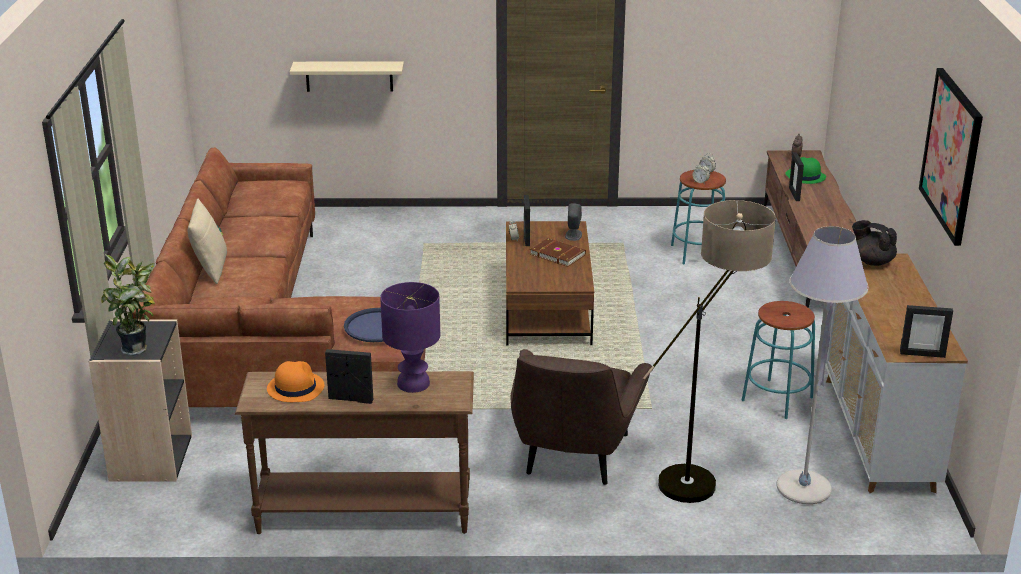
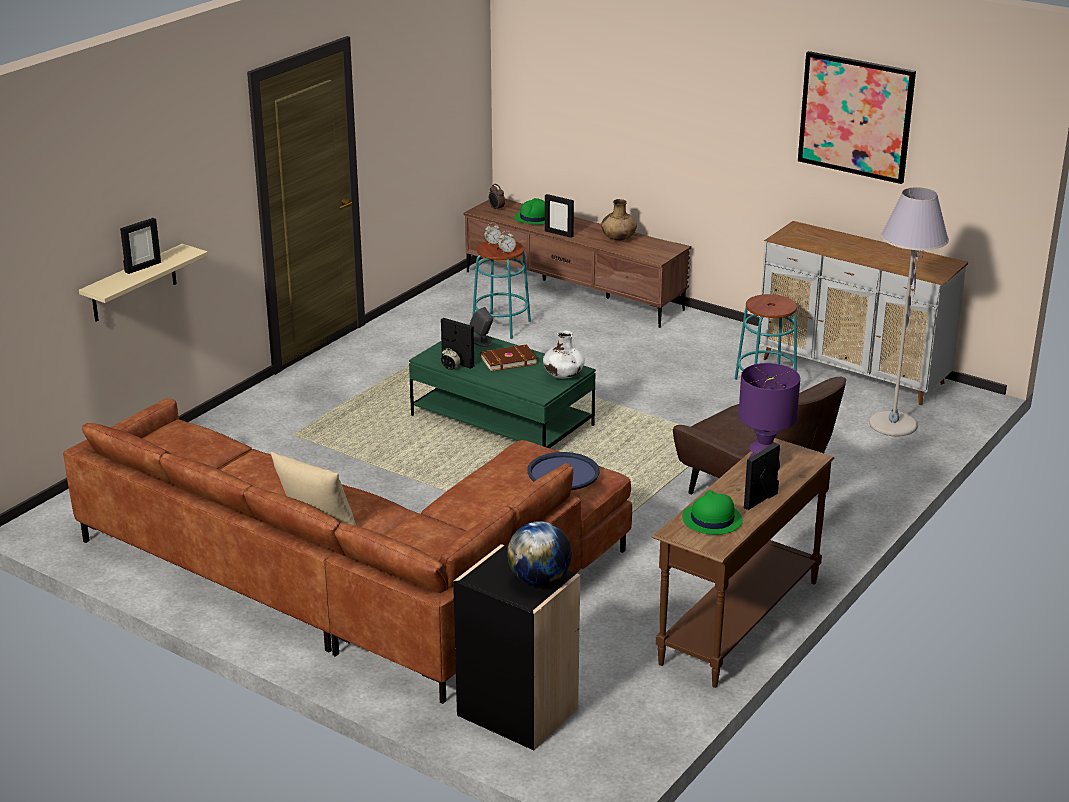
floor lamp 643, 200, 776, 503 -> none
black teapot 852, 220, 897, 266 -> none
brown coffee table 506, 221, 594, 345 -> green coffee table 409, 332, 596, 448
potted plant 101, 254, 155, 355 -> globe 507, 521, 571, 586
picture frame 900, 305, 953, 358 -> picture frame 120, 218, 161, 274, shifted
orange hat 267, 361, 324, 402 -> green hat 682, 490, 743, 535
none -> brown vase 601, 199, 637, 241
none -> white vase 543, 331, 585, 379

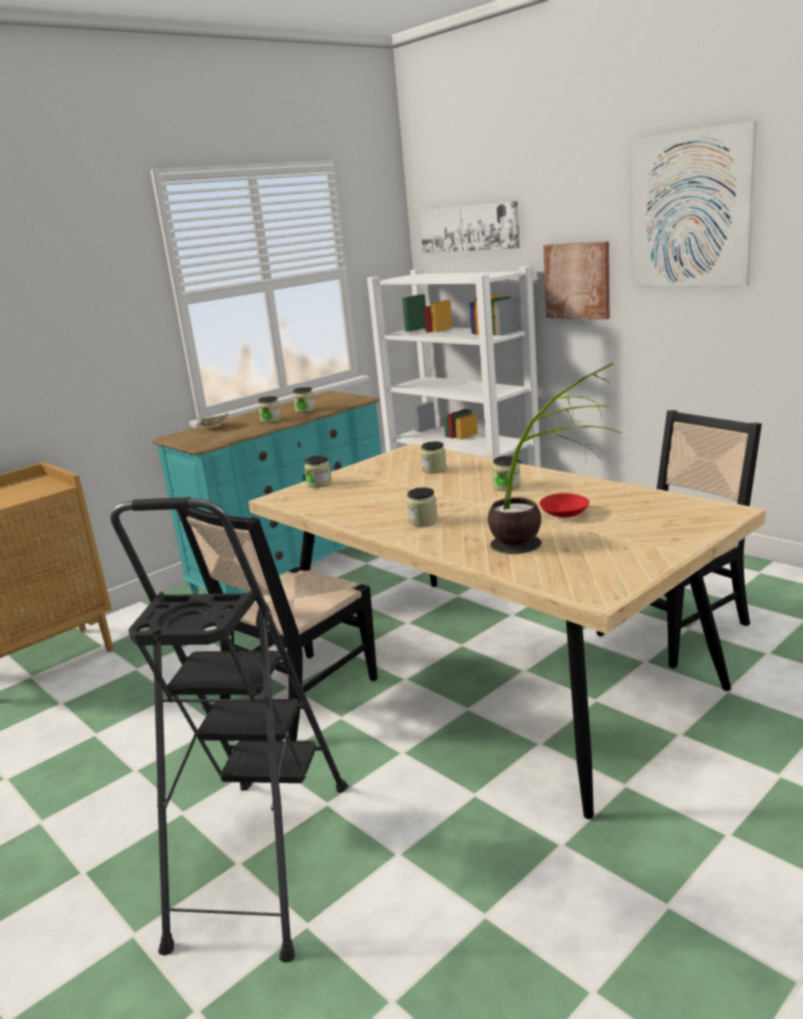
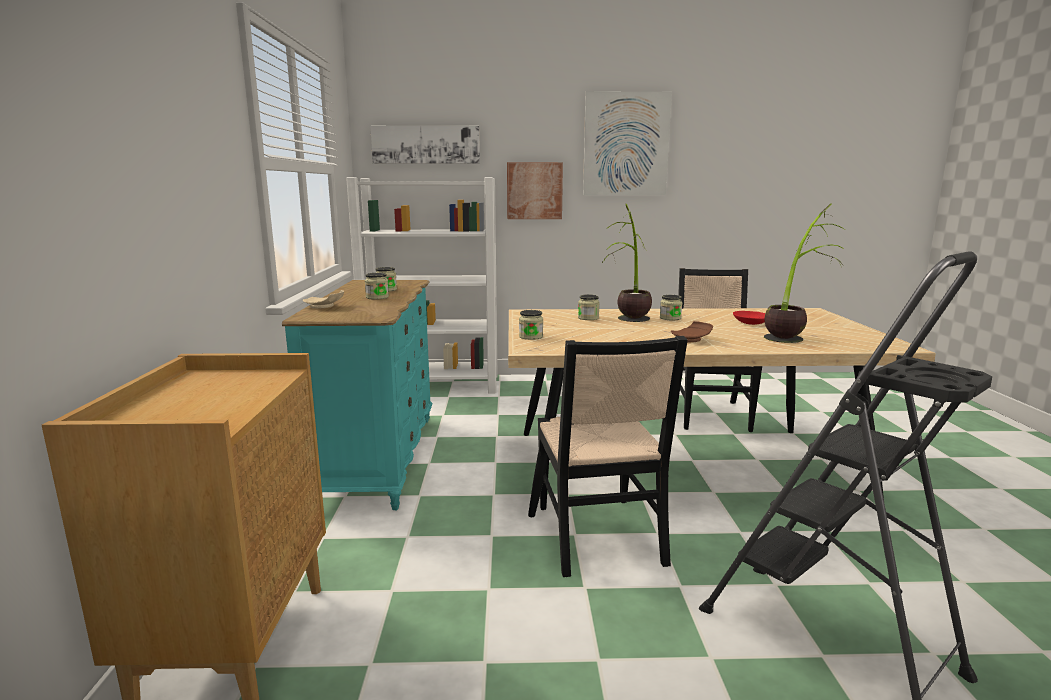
jar 406, 487, 438, 526 -> brown plate 671, 321, 713, 343
none -> potted plant 603, 204, 652, 322

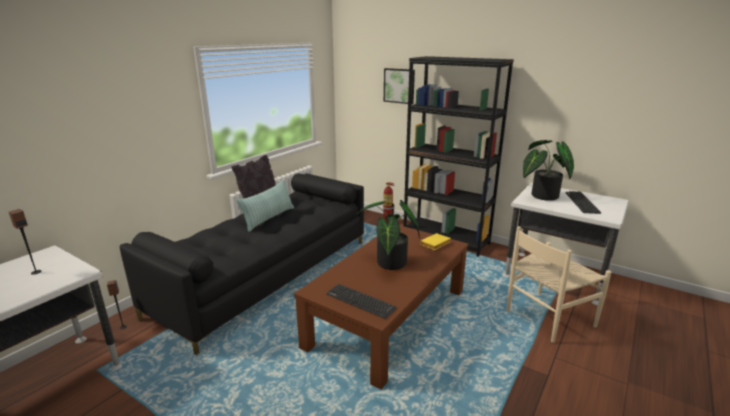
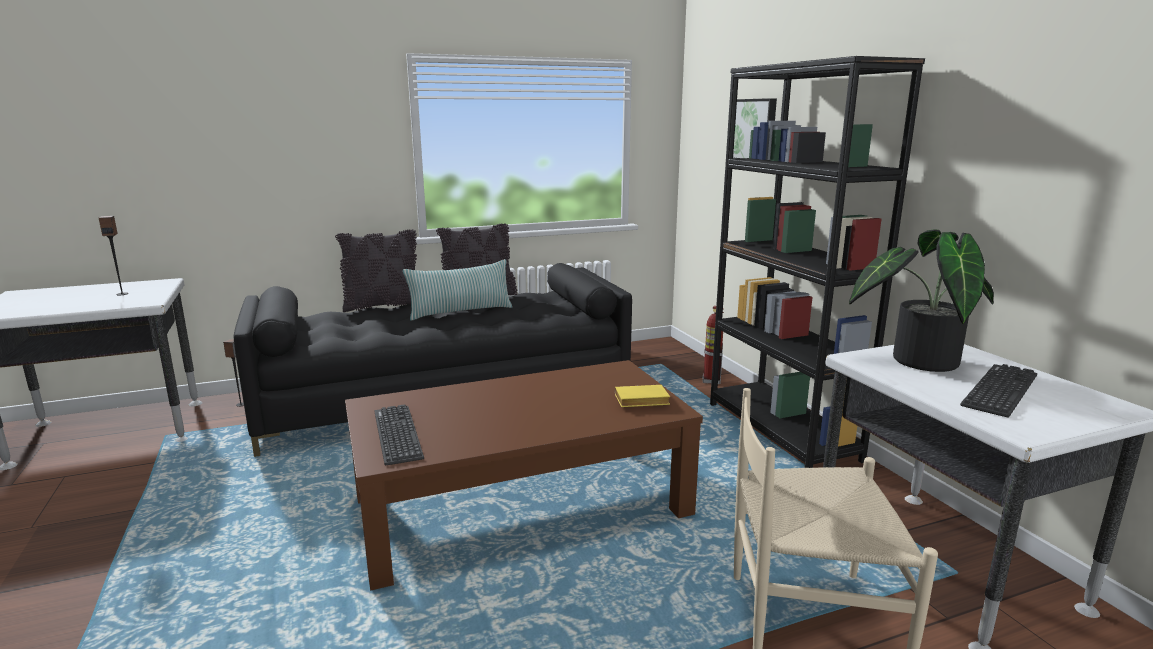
potted plant 355, 200, 420, 270 -> none
none -> black pillow 335, 229, 417, 312

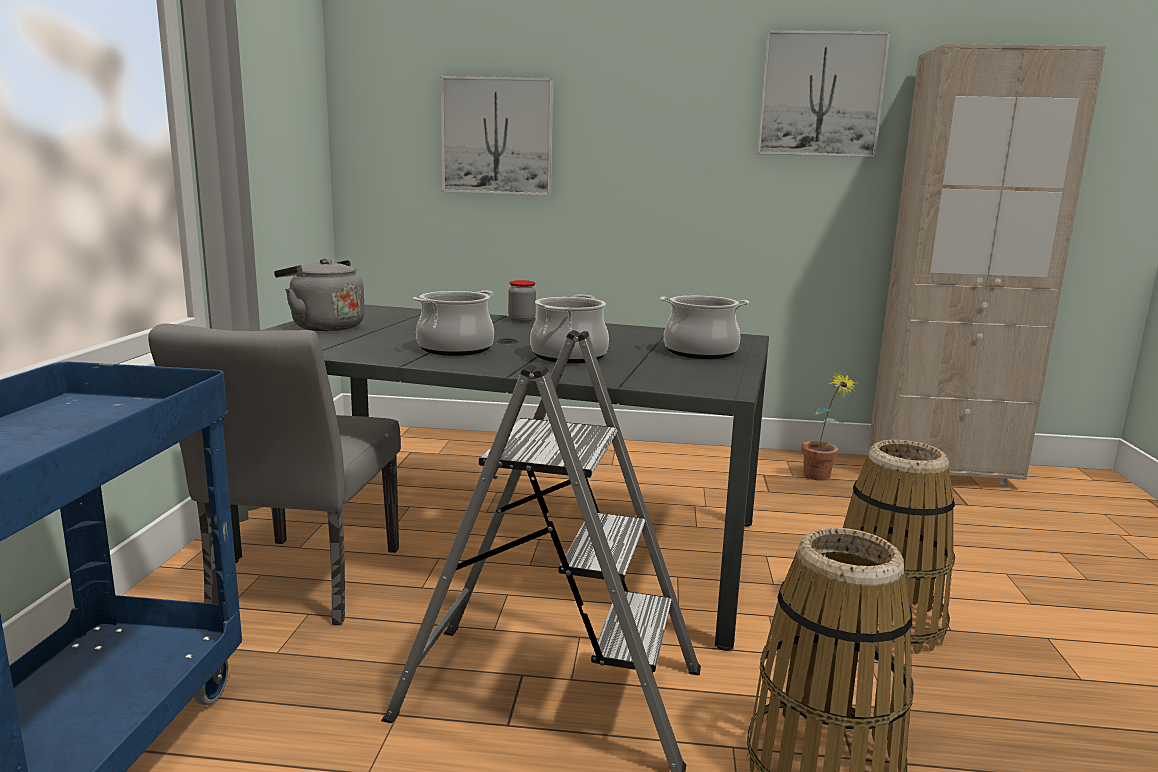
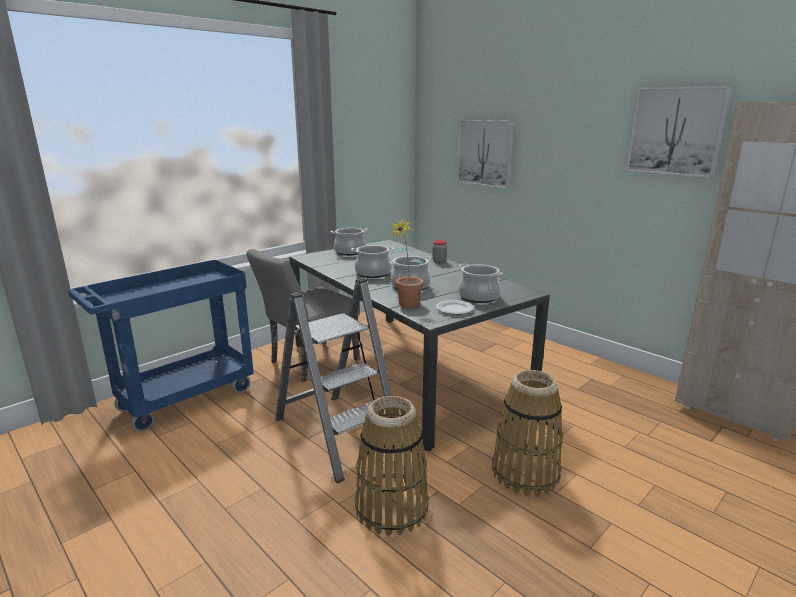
grey kettle 274, 258, 365, 331 -> cooking pot 331, 228, 368, 256
potted plant 801, 372, 859, 481 -> potted plant 389, 218, 426, 308, shifted
none -> plate 436, 300, 474, 315

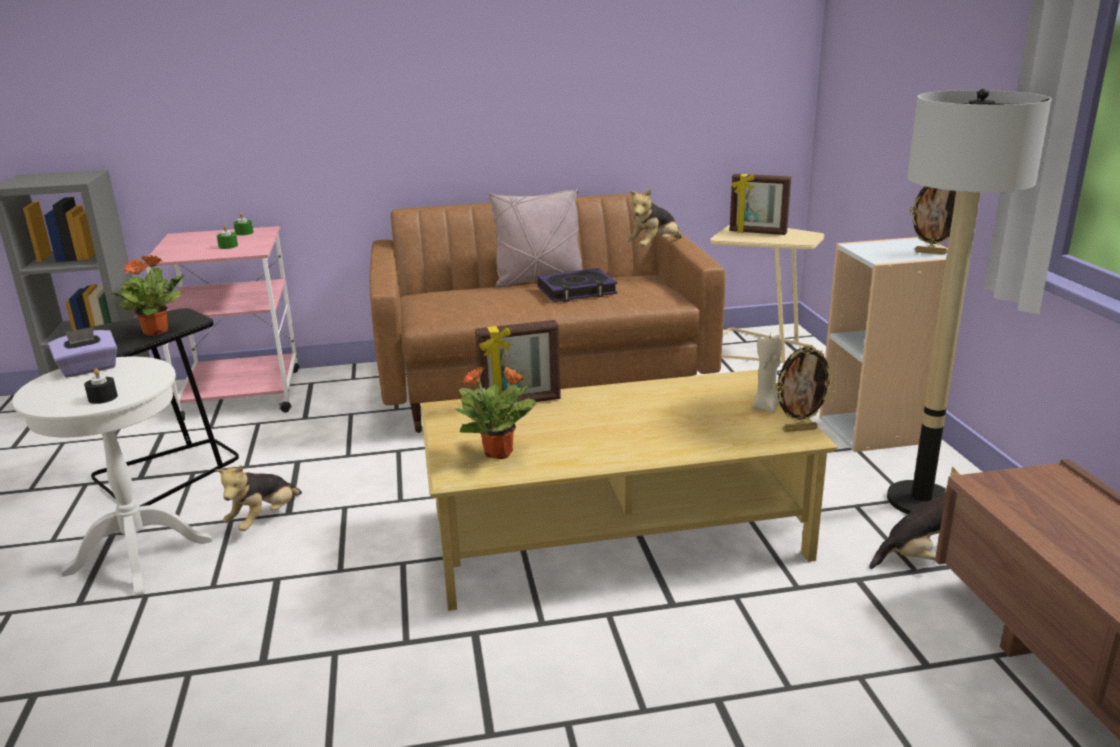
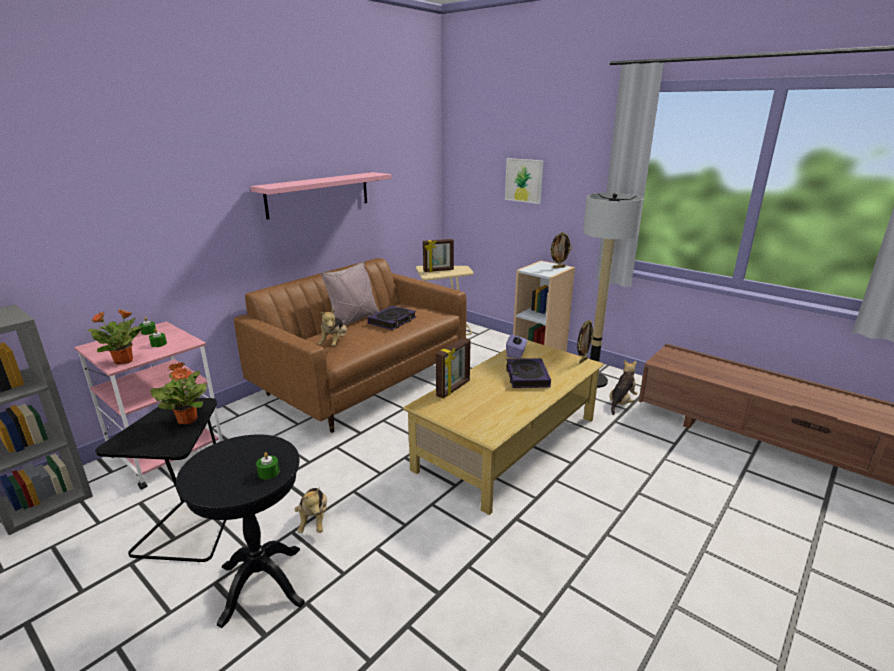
plush toy 626, 189, 682, 247 -> plush toy 318, 309, 347, 347, shifted
purple tissue box 48, 327, 117, 378 -> purple tissue box 506, 334, 527, 359, shifted
beige candle 752, 334, 782, 413 -> none
white side table 12, 357, 212, 596 -> black side table 176, 434, 305, 628
potted plant 455, 366, 536, 459 -> potted plant 87, 309, 142, 365, shifted
black candle 84, 369, 118, 404 -> green candle 256, 452, 279, 479
none -> picture 505, 158, 544, 204
none -> pink shelf 250, 172, 392, 219
none -> book 506, 358, 551, 388

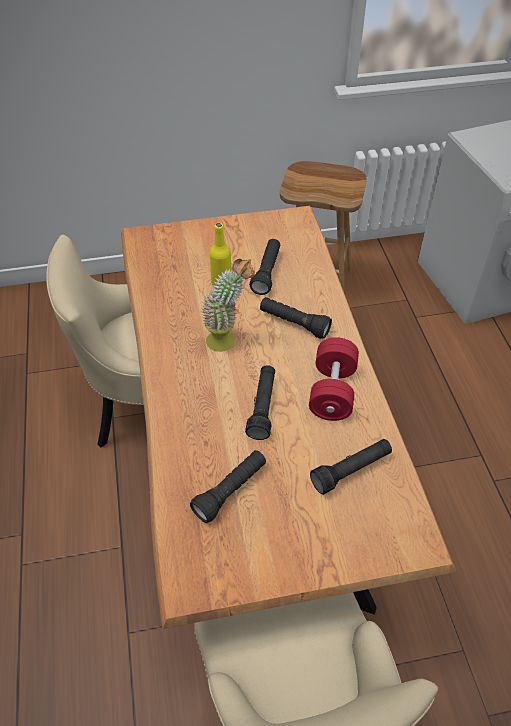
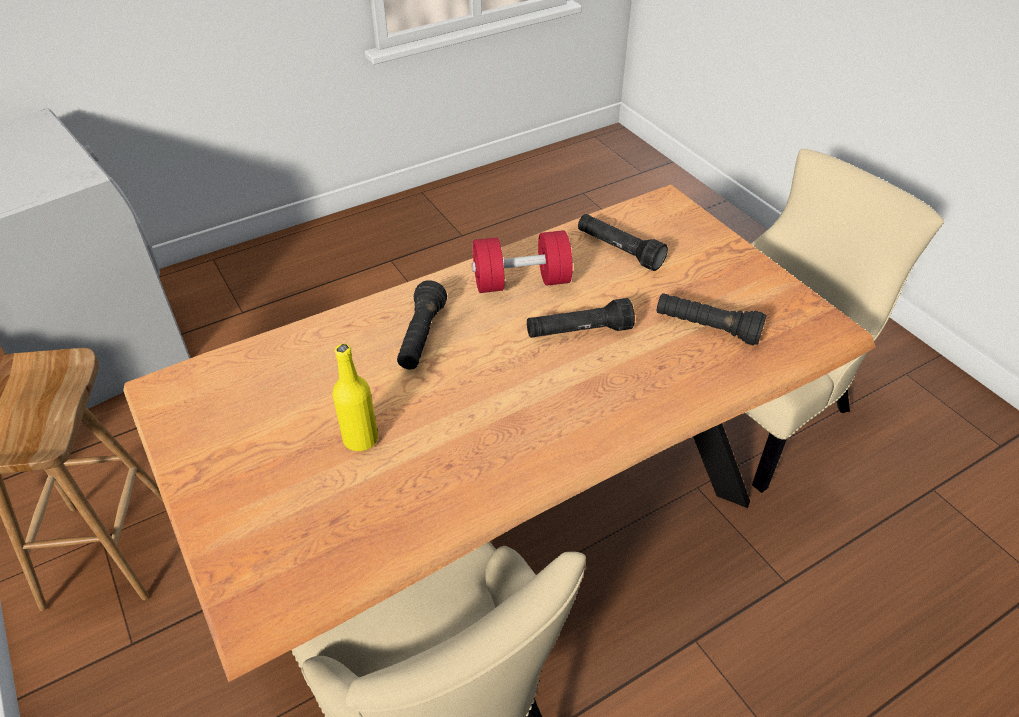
black flashlight 249, 239, 280, 295 -> none
potted plant 201, 259, 255, 352 -> none

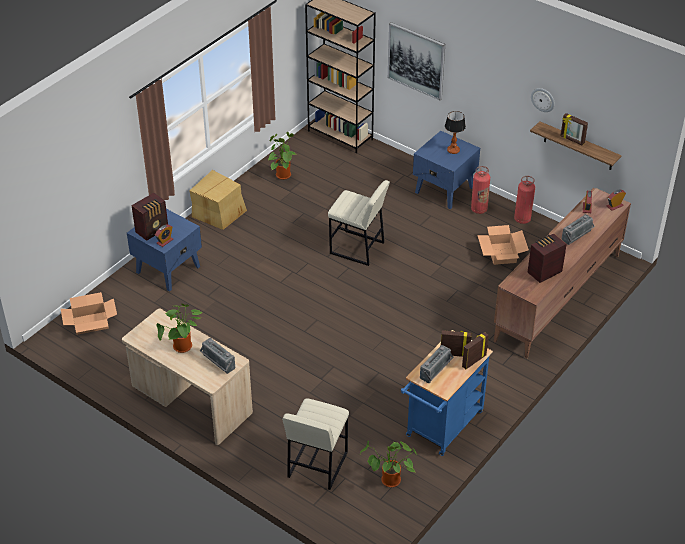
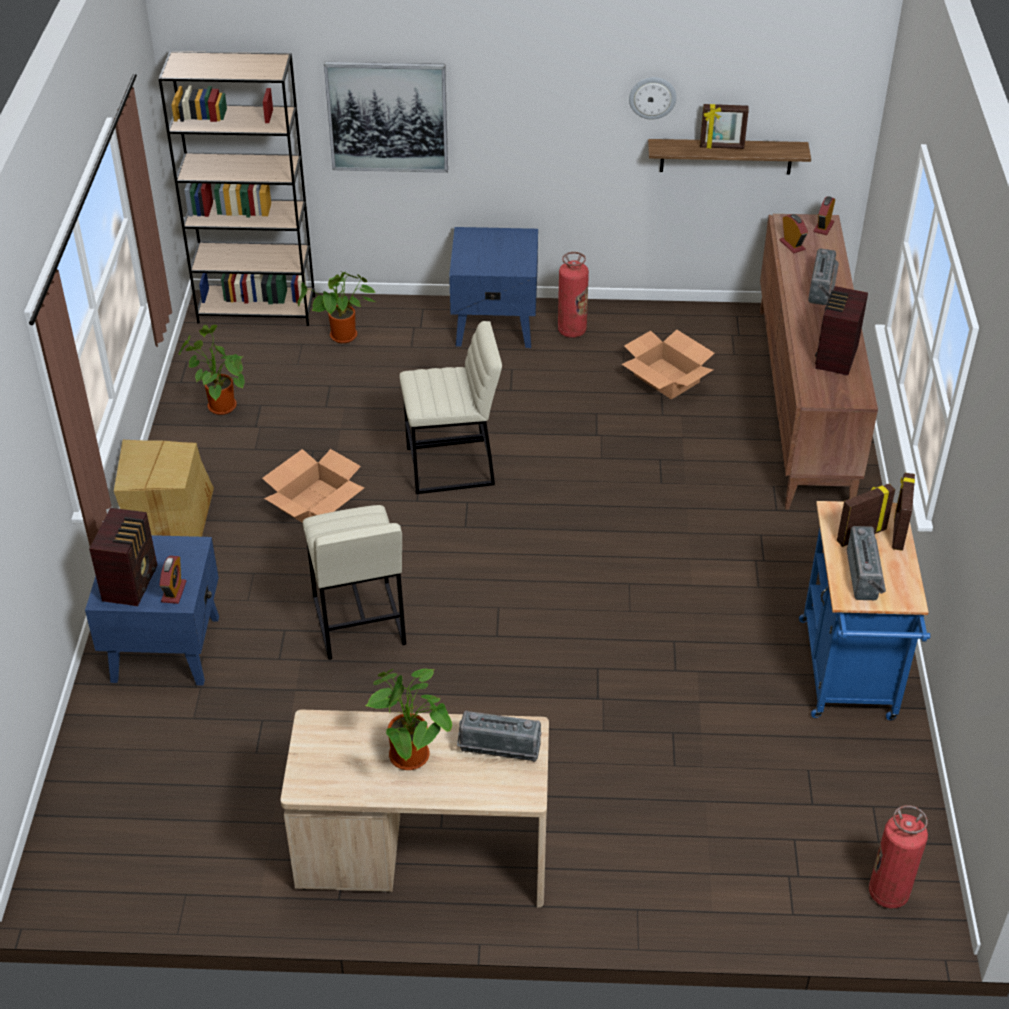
table lamp 445, 111, 466, 154 -> none
fire extinguisher 514, 176, 535, 224 -> fire extinguisher 869, 805, 928, 908, shifted
cardboard box 61, 292, 117, 335 -> cardboard box 262, 449, 364, 523, shifted
beige chair 282, 398, 349, 490 -> beige chair 303, 505, 406, 660, shifted
potted plant 360, 441, 417, 487 -> potted plant 298, 272, 376, 343, shifted

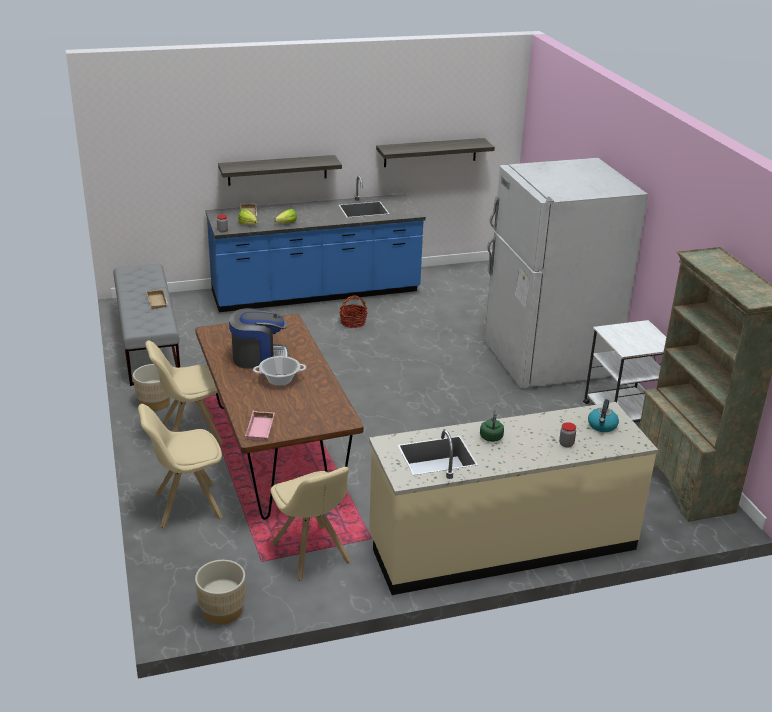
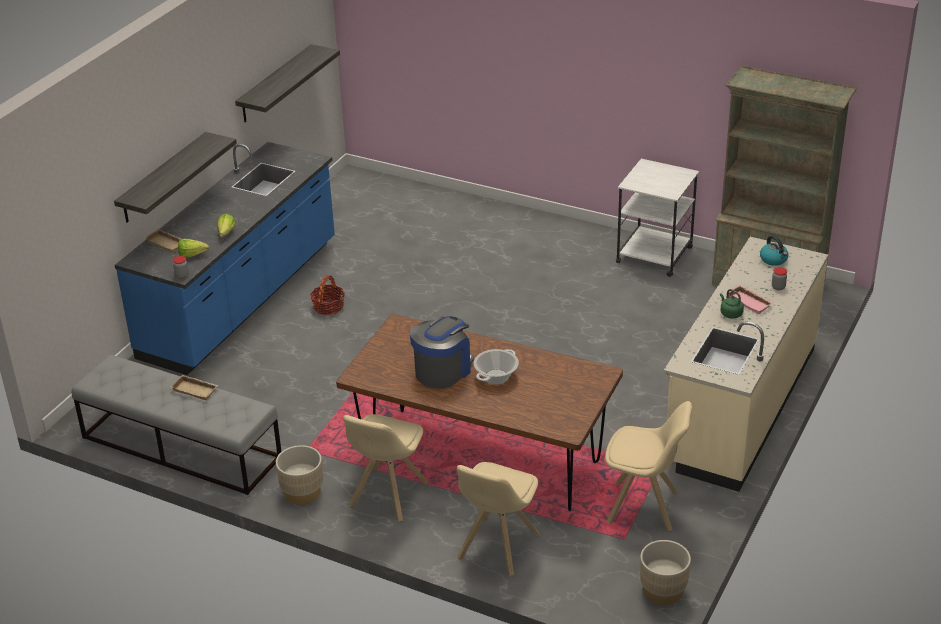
white fridge 485, 158, 648, 388 -> none
pink tray 245, 411, 275, 440 -> pink tray 729, 285, 773, 314, shifted

